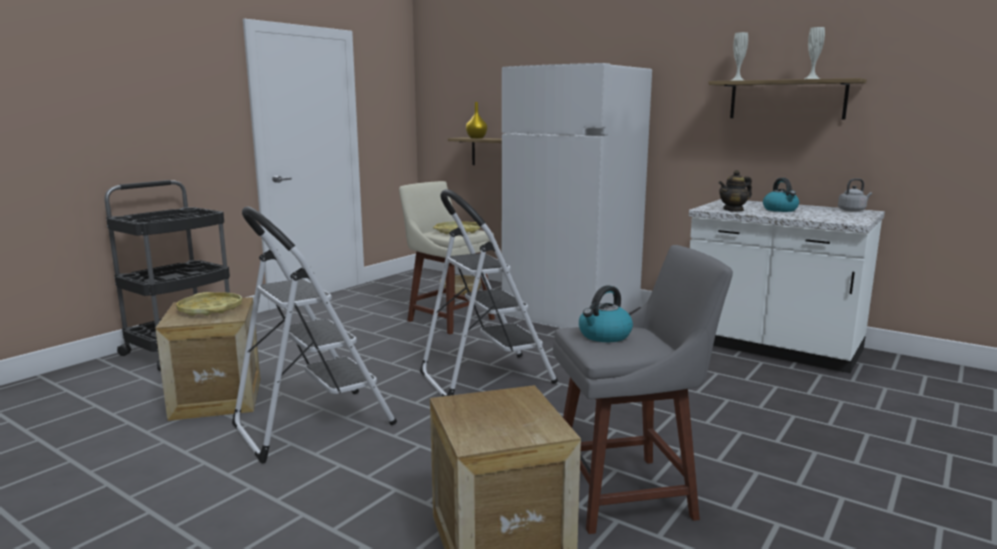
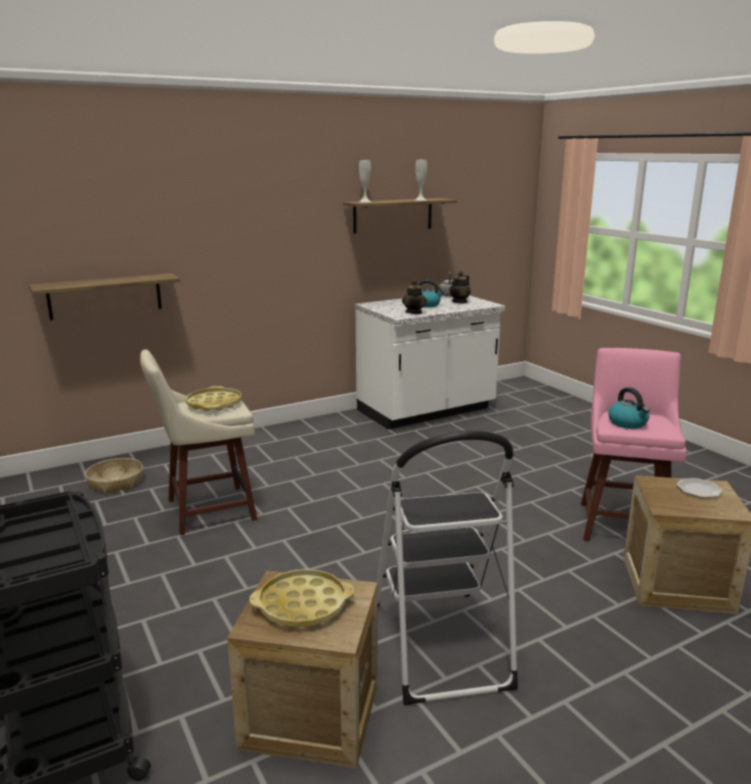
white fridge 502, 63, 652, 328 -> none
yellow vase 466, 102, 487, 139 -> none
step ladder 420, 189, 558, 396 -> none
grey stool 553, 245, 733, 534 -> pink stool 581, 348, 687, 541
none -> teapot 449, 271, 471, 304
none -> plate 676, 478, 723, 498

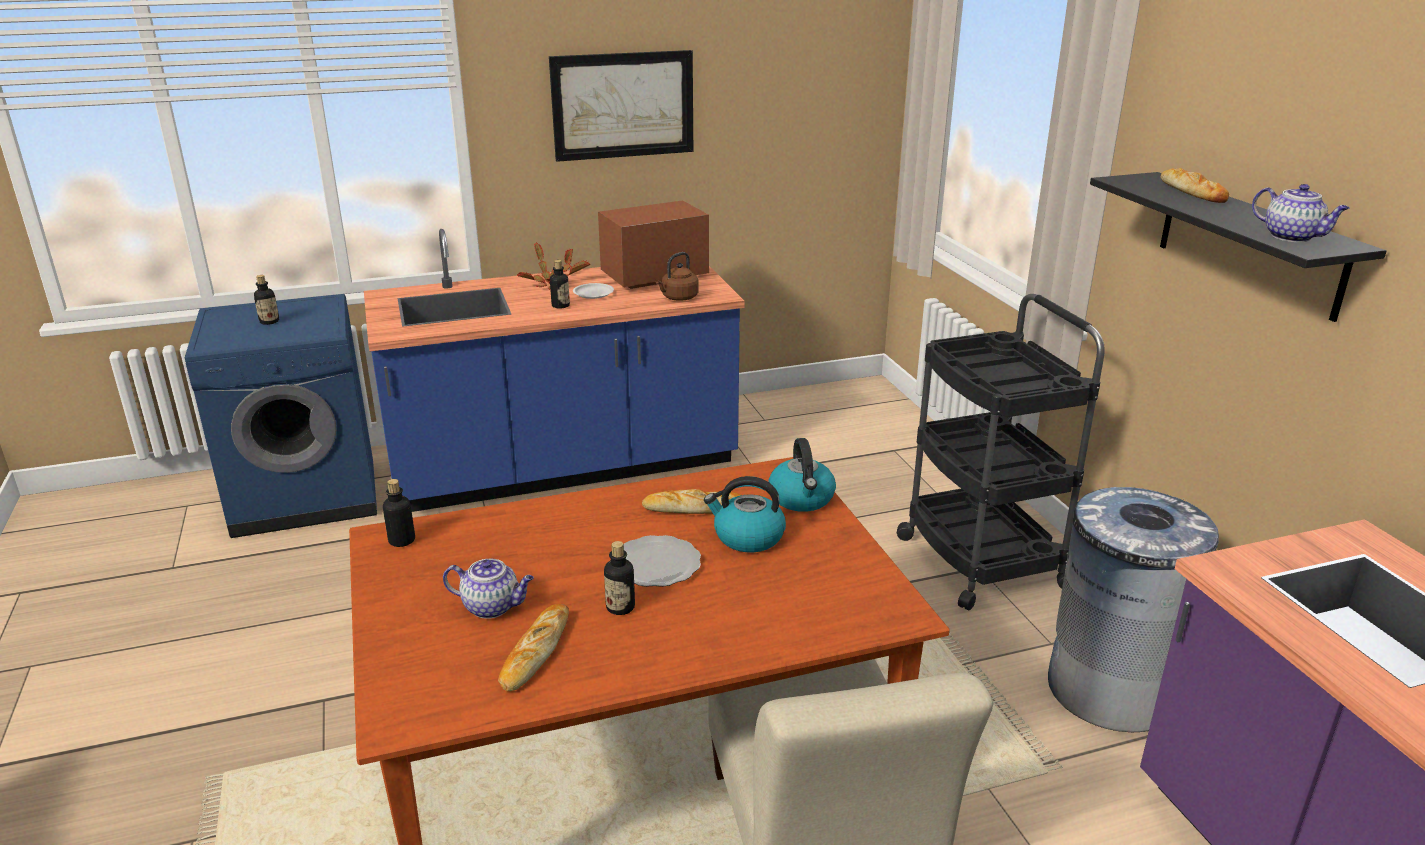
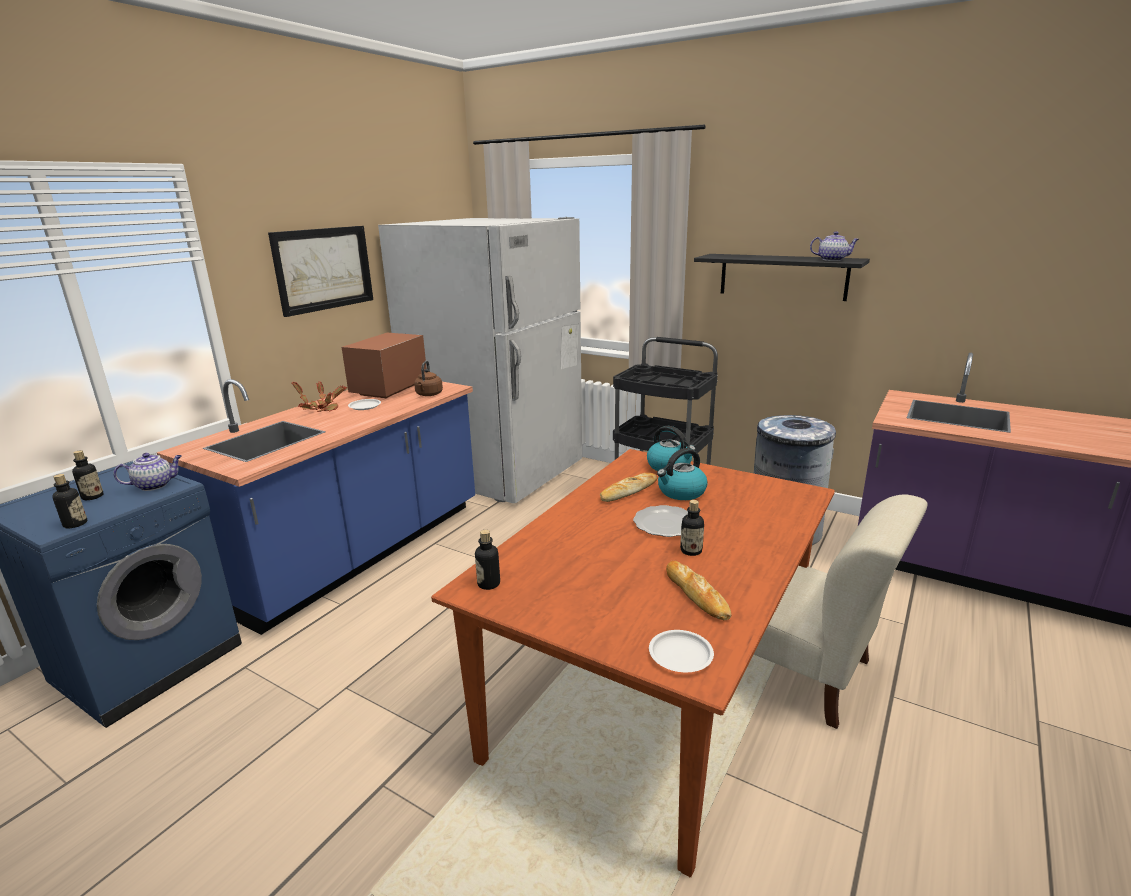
bread 1161, 168, 1229, 203 -> none
bottle 550, 260, 570, 308 -> bottle 52, 474, 87, 528, shifted
teapot 443, 559, 534, 619 -> teapot 113, 453, 182, 491, shifted
none -> white fridge 378, 217, 582, 503
none -> white plate 649, 630, 714, 672

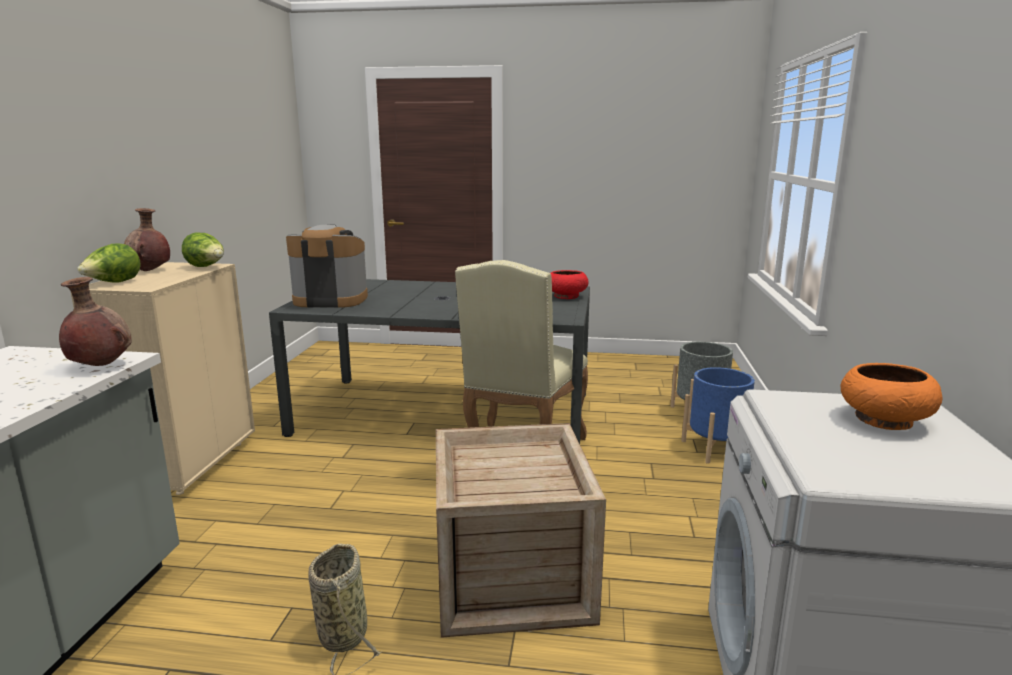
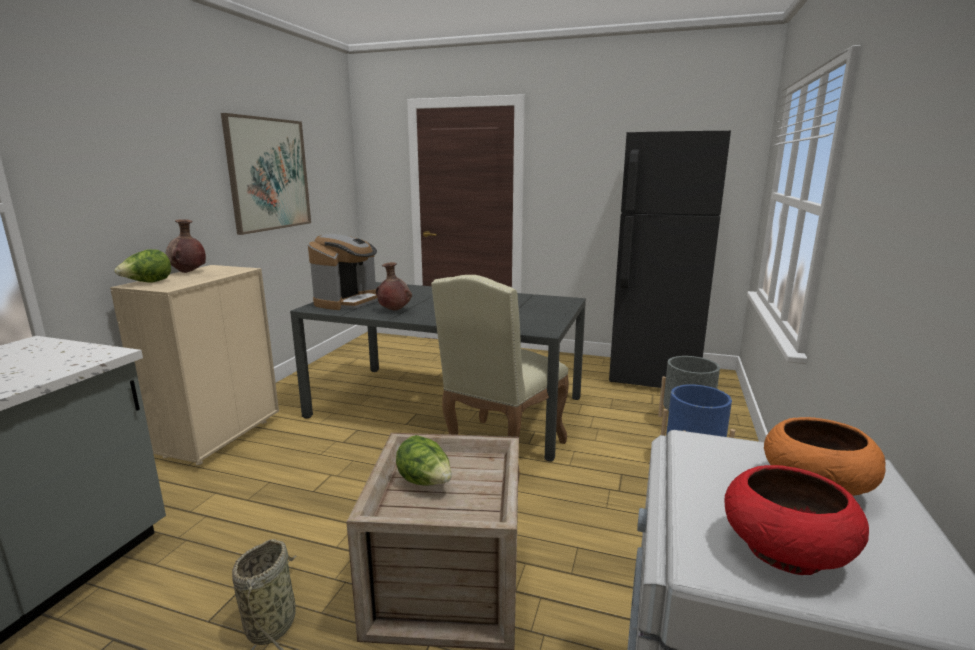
coffee machine 286, 225, 368, 308 -> coffee machine 308, 234, 378, 310, 105 degrees clockwise
lettuce 182, 233, 224, 267 -> lettuce 396, 435, 452, 486, shifted
red bowl 550, 270, 588, 299 -> red bowl 724, 465, 869, 575, shifted
brown vase 59, 277, 132, 366 -> brown vase 376, 262, 412, 310, shifted
none -> picture 221, 113, 311, 235
none -> black fridge 609, 131, 731, 388

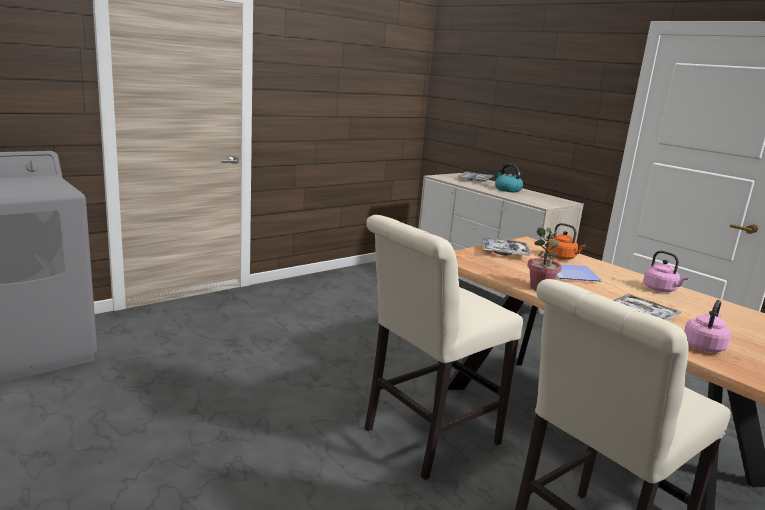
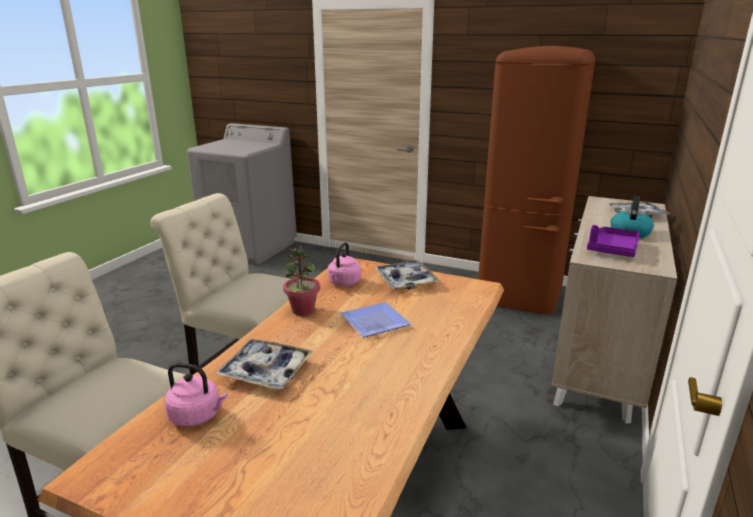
orange kettle 548, 223, 586, 260 -> none
pink kettle 644, 251, 689, 292 -> pink kettle 328, 242, 361, 286, shifted
none -> brown fridge 478, 46, 595, 314
none -> purple tray 587, 225, 640, 257

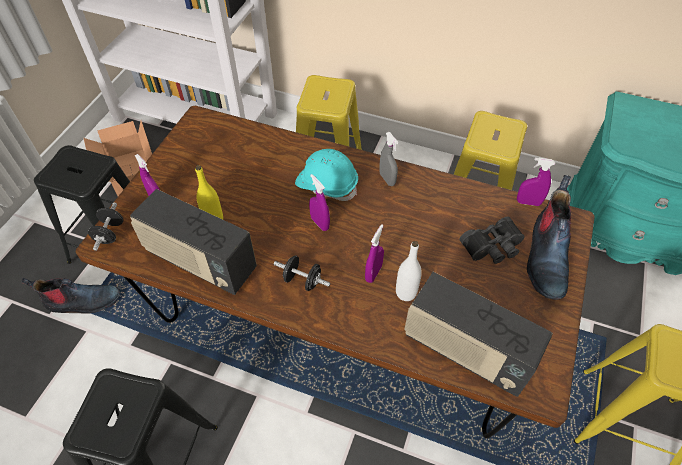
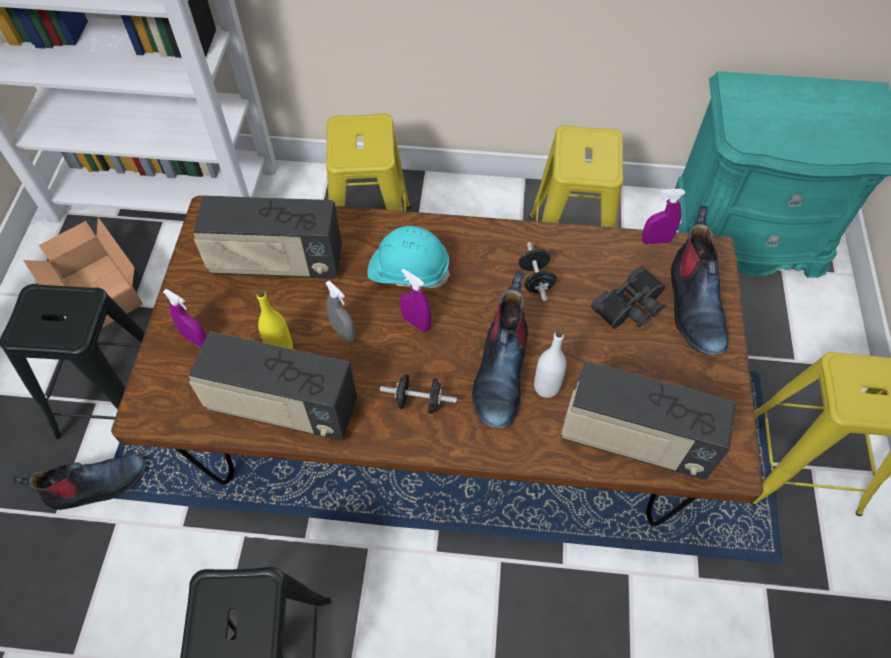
grey spray bottle 379, 132, 398, 186 -> grey spray bottle 326, 281, 356, 343, shifted
black dumbbell 88, 202, 123, 251 -> black dumbbell 519, 242, 557, 301, shifted
purple spray bottle 365, 224, 384, 283 -> boot 472, 271, 528, 429
none -> radio 193, 195, 342, 279

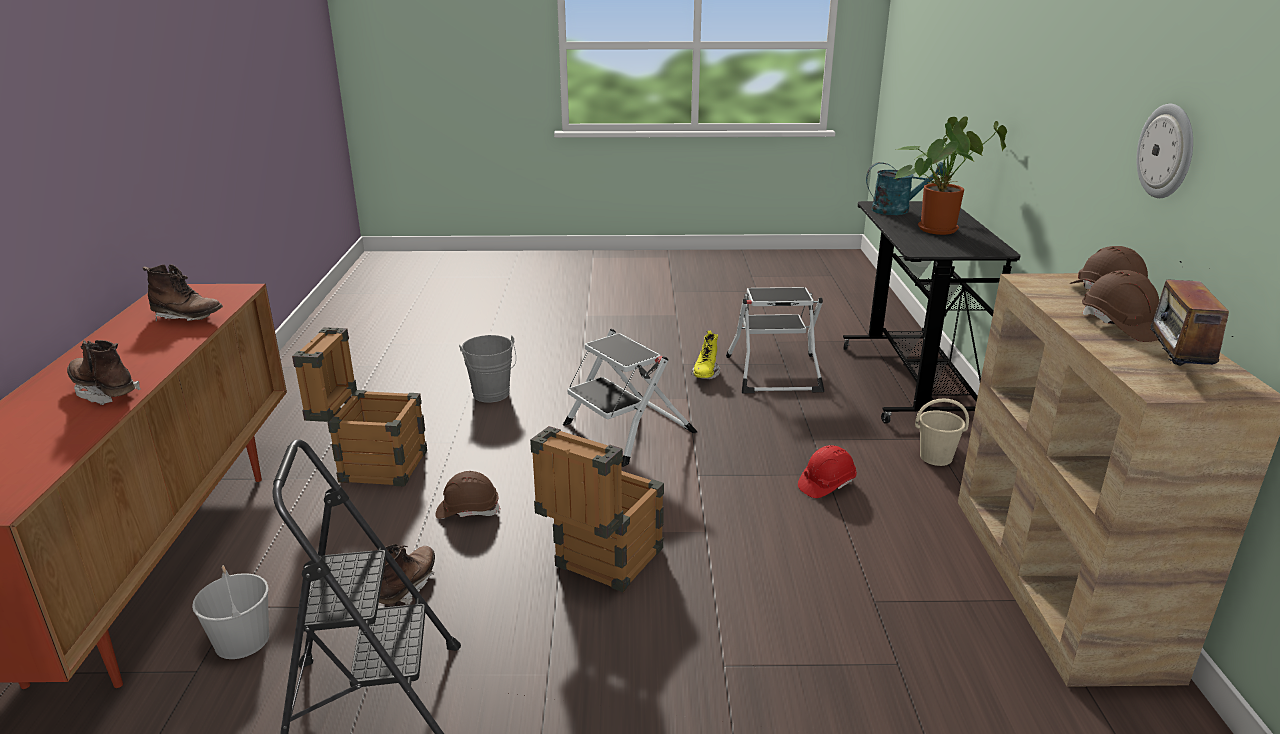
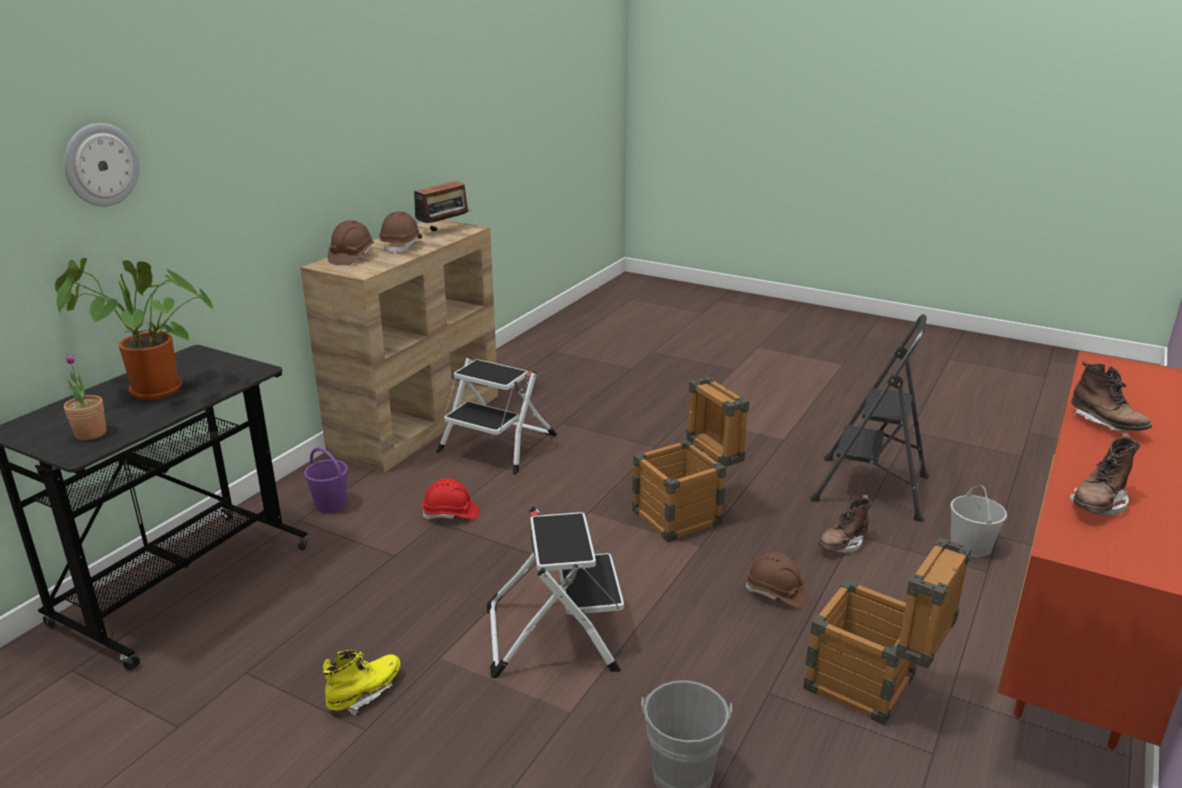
wall clock 1136, 104, 1193, 198 -> wall clock 64, 123, 140, 207, shifted
turquoise watering can 866, 162, 946, 215 -> potted plant 64, 354, 107, 440
brown boot 143, 264, 223, 322 -> brown boot 1069, 433, 1140, 516, 90 degrees counterclockwise
step ladder 726, 287, 824, 393 -> step ladder 436, 356, 557, 475, shifted
beige bucket 915, 398, 969, 466 -> purple bucket 304, 447, 348, 513

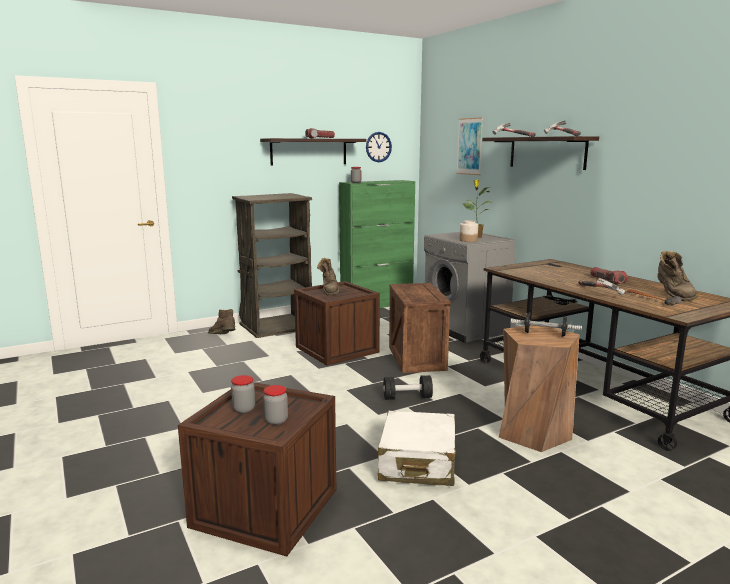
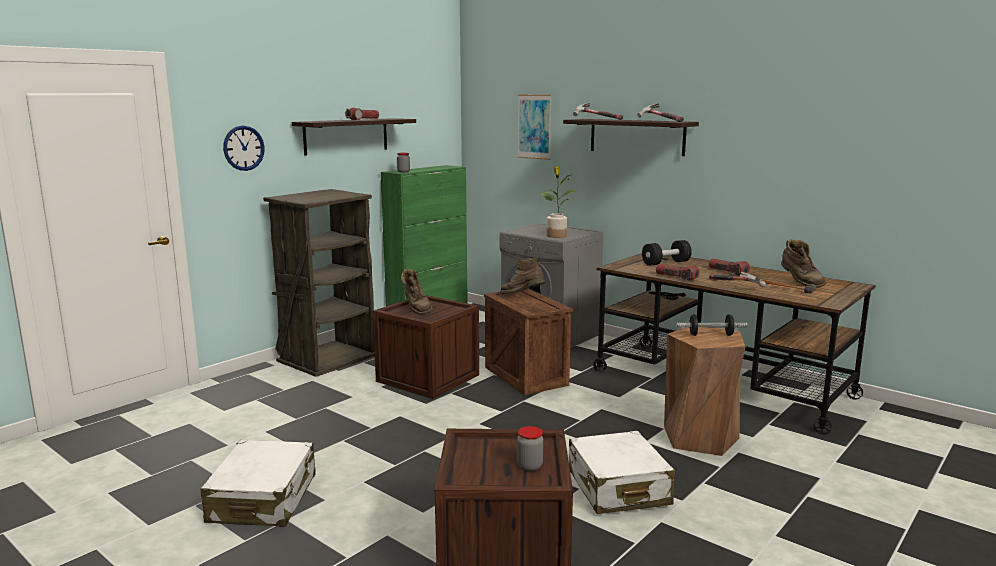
wall clock 366, 132, 392, 162 -> wall clock 223, 125, 265, 171, shifted
brown boot 208, 309, 235, 334 -> brown boot 500, 258, 545, 294, shifted
jar 231, 375, 255, 413 -> none
black dumbbell 383, 375, 433, 400 -> black dumbbell 642, 240, 692, 266, shifted
none -> flashlight 656, 264, 700, 280
none -> white suitcase 201, 440, 316, 527

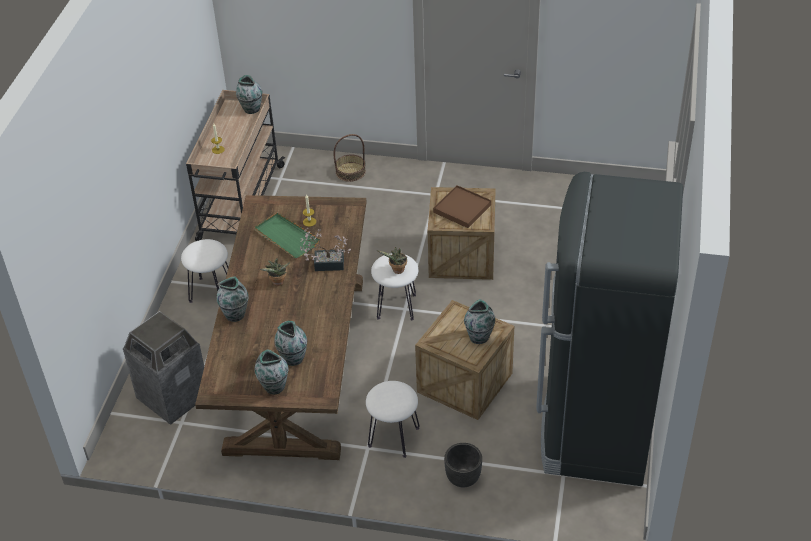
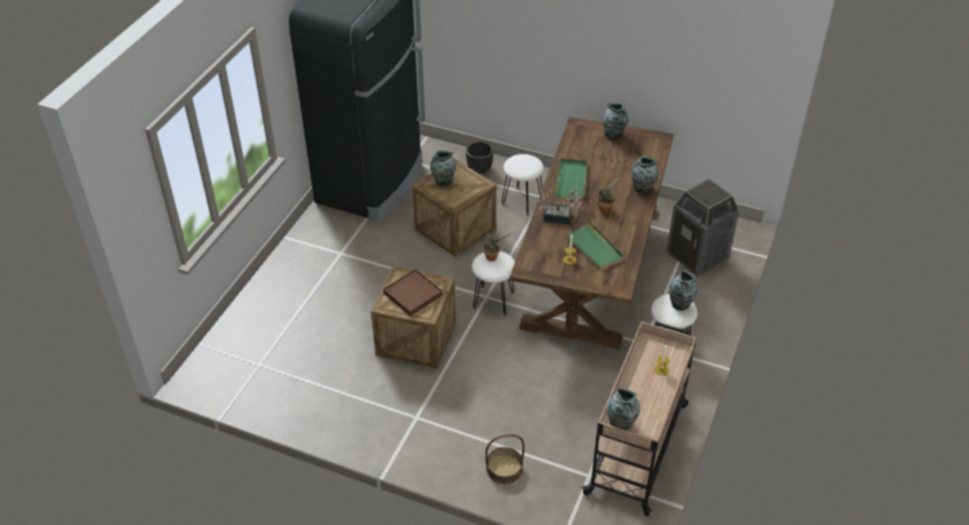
vase 274, 321, 307, 366 -> vase 669, 269, 698, 311, shifted
none -> green tray 553, 158, 587, 199

